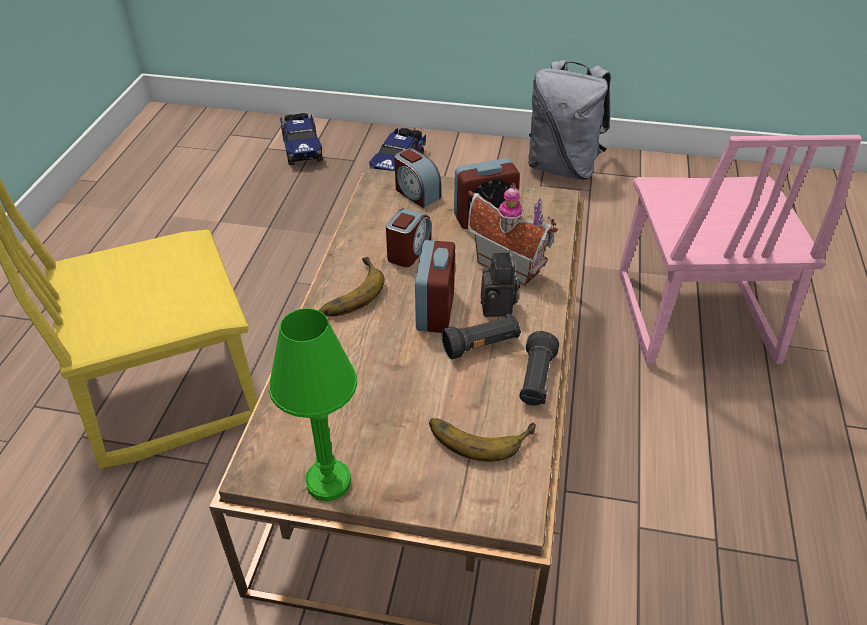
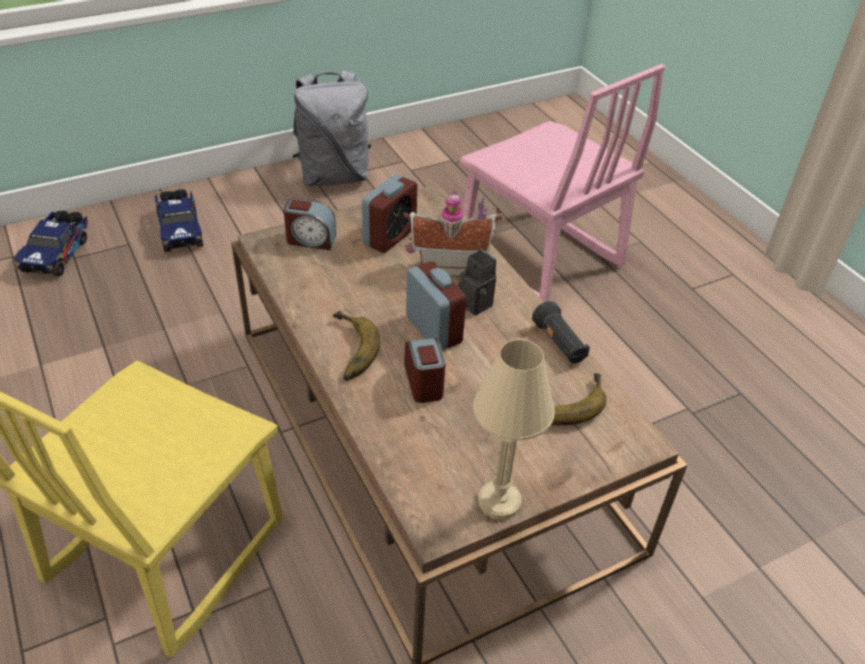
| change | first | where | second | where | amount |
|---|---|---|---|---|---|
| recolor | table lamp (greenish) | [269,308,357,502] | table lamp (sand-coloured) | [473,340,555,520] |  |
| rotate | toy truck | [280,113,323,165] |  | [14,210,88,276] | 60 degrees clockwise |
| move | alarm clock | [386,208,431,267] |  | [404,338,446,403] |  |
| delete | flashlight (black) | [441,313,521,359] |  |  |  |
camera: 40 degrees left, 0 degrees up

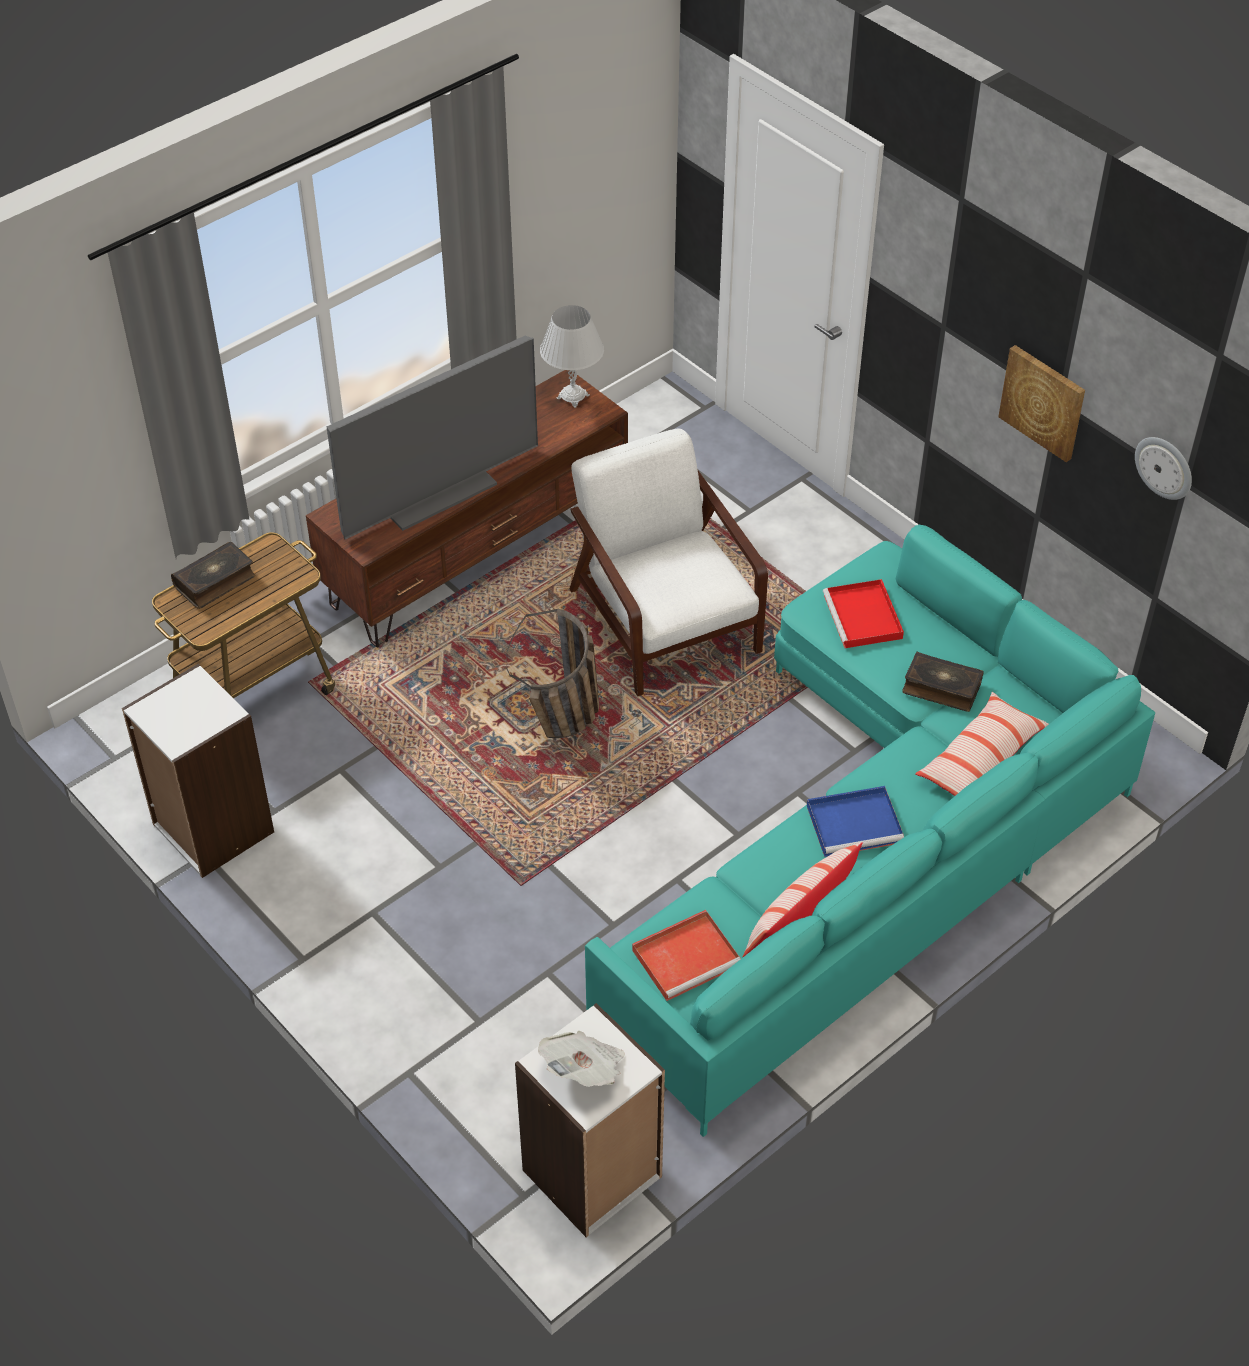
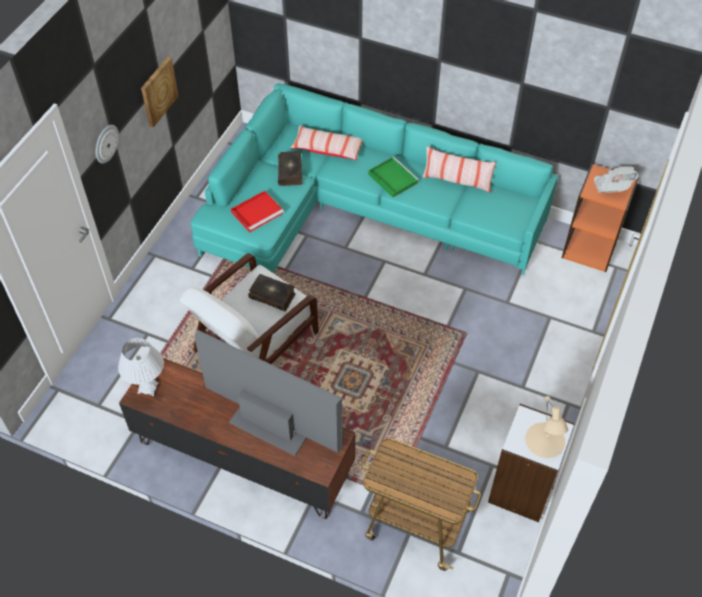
| change | first | where | second | where | amount |
|---|---|---|---|---|---|
| move | volume | [171,542,256,609] |  | [248,274,296,311] |  |
| delete | household basket | [506,608,599,738] |  |  |  |
| recolor | bookcase (white-coloured) | [515,1003,665,1237] | bookcase (orange) | [562,164,639,272] |  |
| delete | serving tray (reddish) | [632,910,740,1001] |  |  |  |
| recolor | serving tray (bluish) | [807,786,904,857] | serving tray (greenish) | [368,157,419,197] |  |
| move | wall clock | [1135,437,1192,500] |  | [96,125,119,164] |  |
| insert |  |  | table lamp (sand-coloured) | [525,396,568,458] |  |
camera: 115 degrees left, 5 degrees up

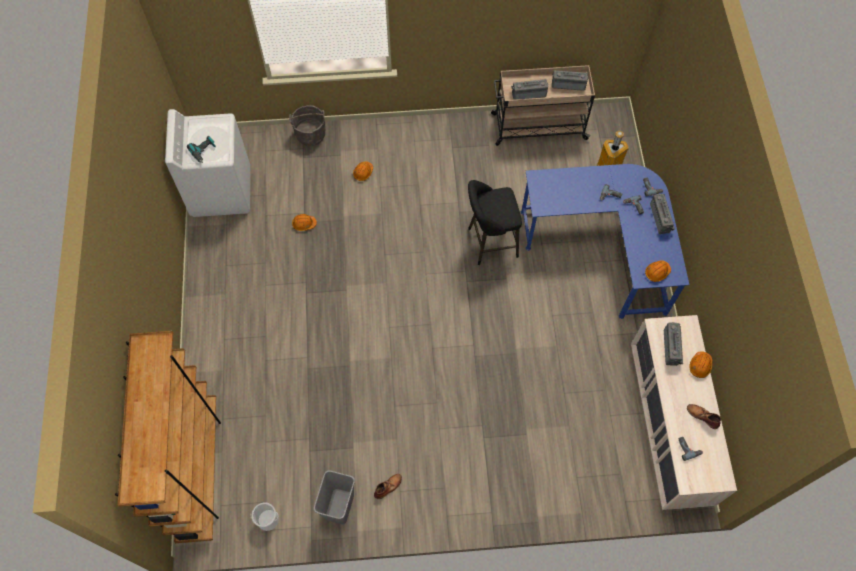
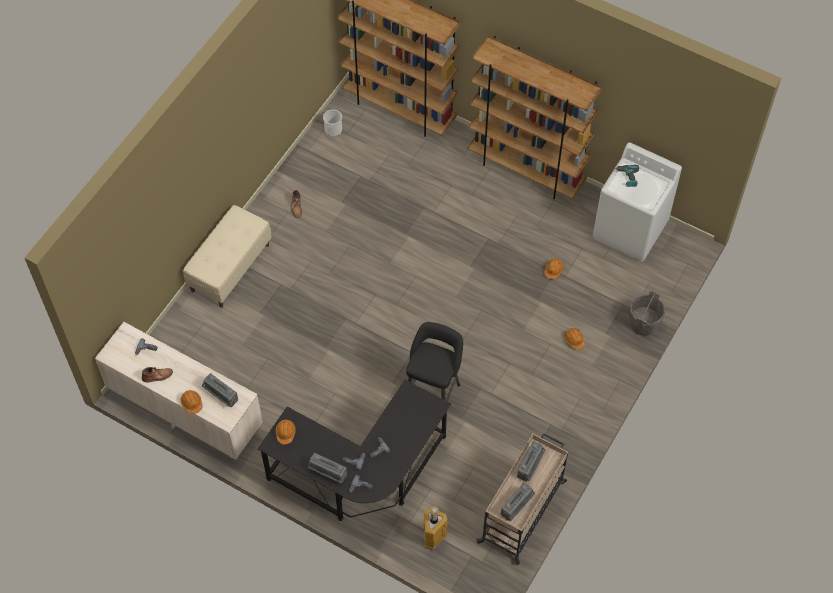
| change | first | where | second | where | amount |
|---|---|---|---|---|---|
| delete | trash can (greyish) | [314,470,355,524] |  |  |  |
| recolor | desk (bluish) | [521,164,690,319] | desk (black) | [257,380,451,521] |  |
| insert |  |  | long seat (sand-coloured) | [183,205,272,307] |  |
| insert |  |  | bookcase (brown) | [468,35,602,199] |  |
camera: 125 degrees right, 5 degrees down

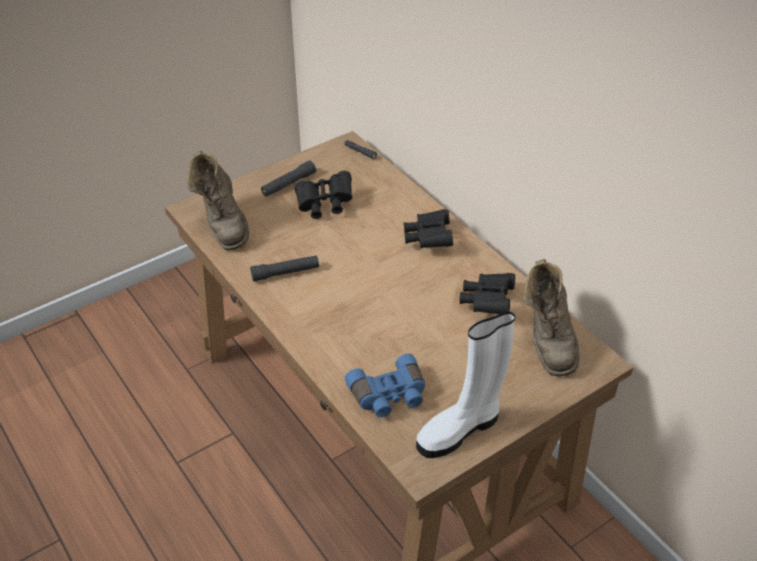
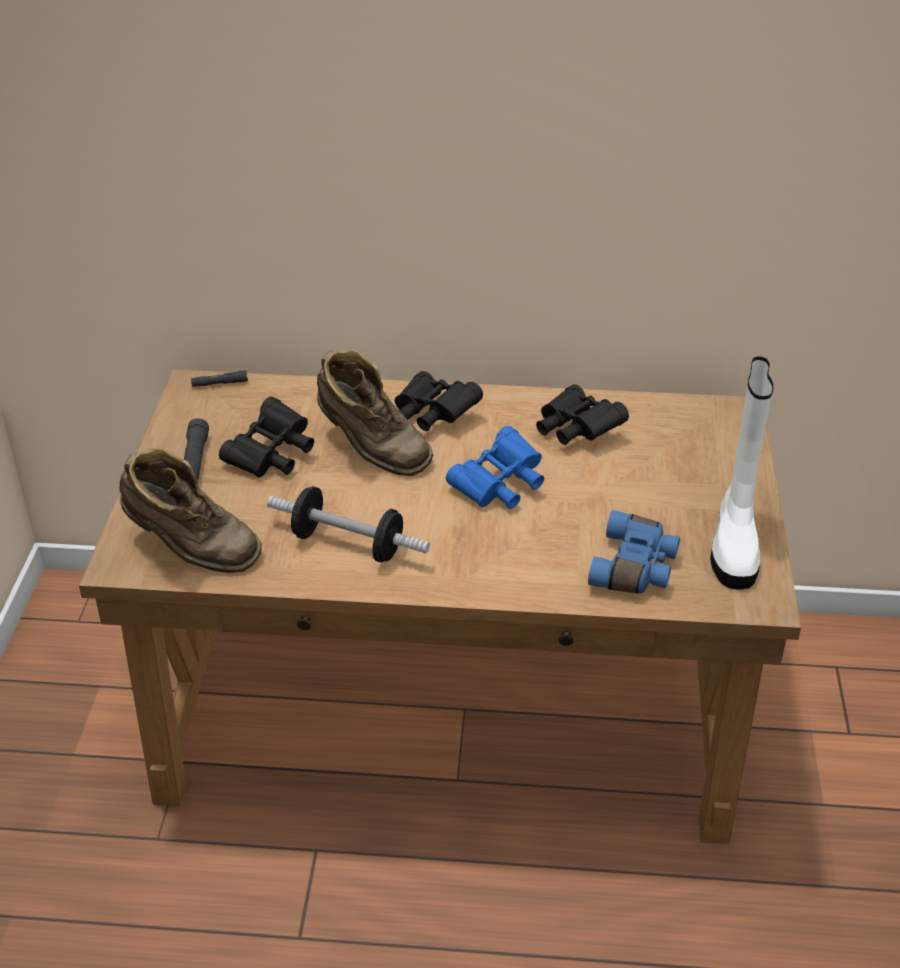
| change | first | where | second | where | amount |
|---|---|---|---|---|---|
| replace | flashlight (black) | [250,255,319,281] | hand weight | [267,486,430,563] |  |
| move | high-top boot (brown) | [524,259,579,377] |  | [317,350,433,476] |  |
| insert |  |  | pair of binoculars (bluish) | [446,426,544,509] |  |
camera: 50 degrees left, 5 degrees down

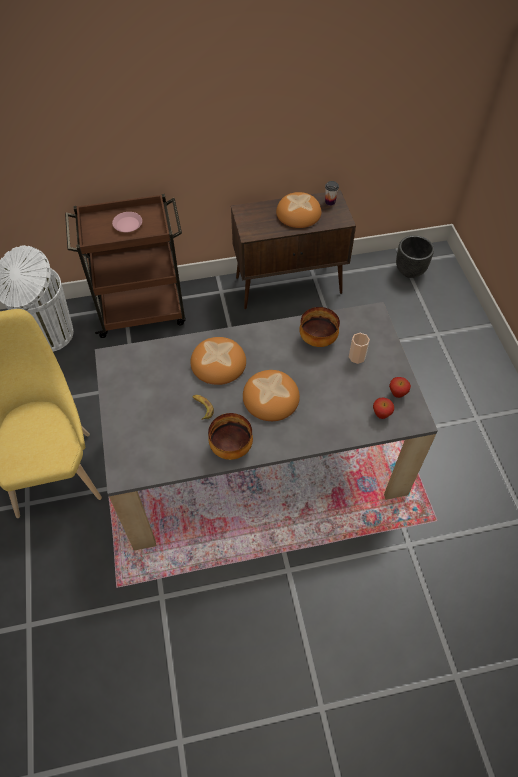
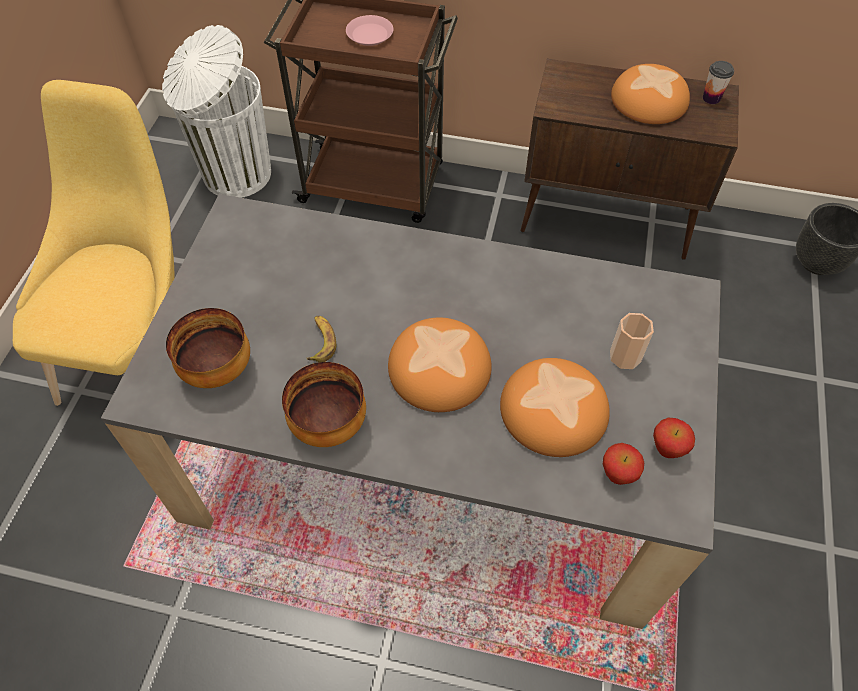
| change | first | where | second | where | amount |
|---|---|---|---|---|---|
| move | bakery bread | [190,337,246,385] |  | [500,358,610,457] |  |
| move | serving bowl | [299,307,340,347] |  | [166,308,250,388] |  |
camera: 25 degrees right, 0 degrees up

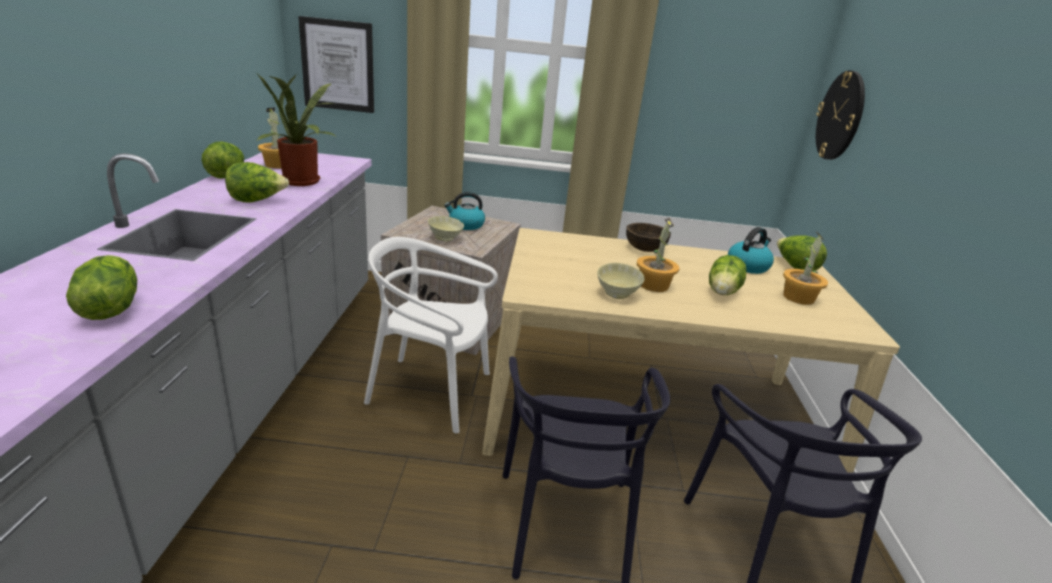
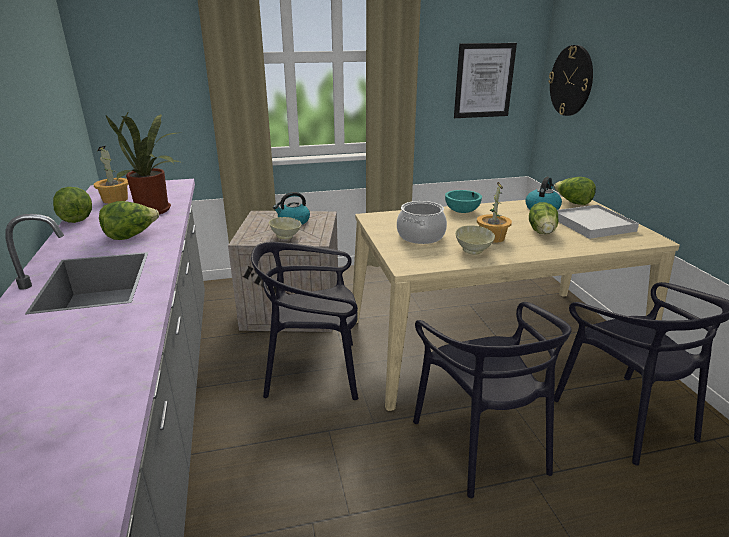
| change | first | where | second | where | amount |
|---|---|---|---|---|---|
| delete | lettuce | [66,255,137,320] |  |  |  |
| move | picture | [298,16,374,113] |  | [454,43,517,118] |  |
| recolor | chair (white-coloured) | [364,237,498,433] | chair (black) | [251,242,358,400] |  |
| recolor | serving bowl (brown) | [626,223,671,252] | serving bowl (turquoise-coloured) | [445,190,482,213] |  |
| replace | houseplant | [783,233,828,305] | serving tray (white-coloured) | [557,205,639,239] |  |
| insert |  |  | stockpot | [397,201,447,244] |  |
camera: 15 degrees left, 0 degrees up

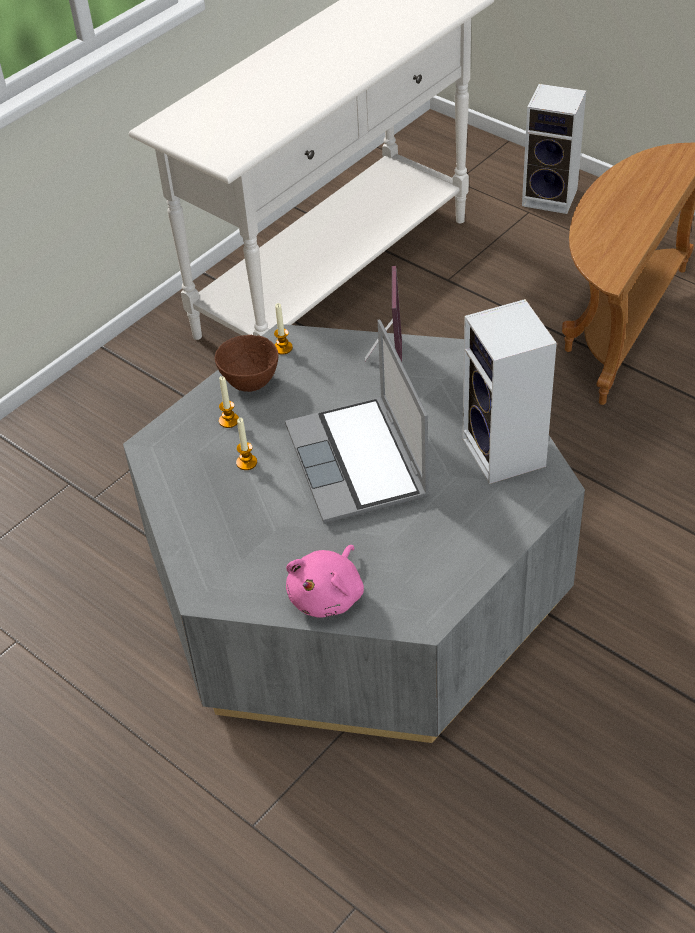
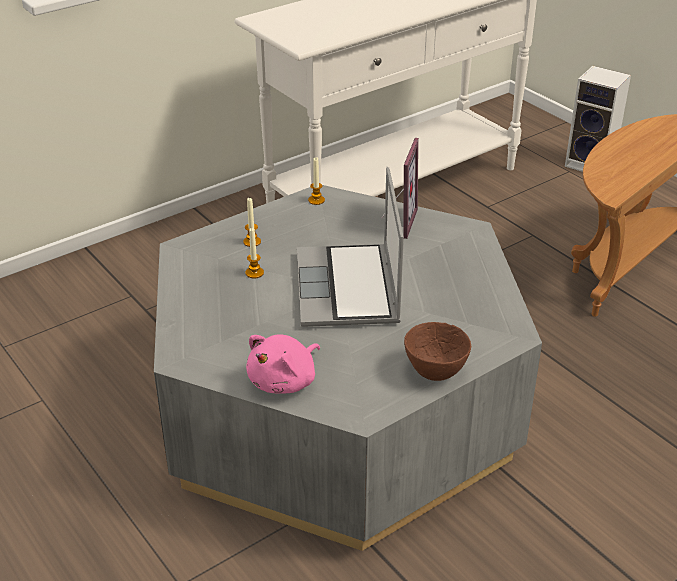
| change | first | where | second | where | amount |
|---|---|---|---|---|---|
| move | serving bowl (brown) | [215,335,278,392] |  | [404,322,471,381] |  |
| delete | audio speaker | [462,299,557,484] |  |  |  |
camera: 10 degrees right, 10 degrees down

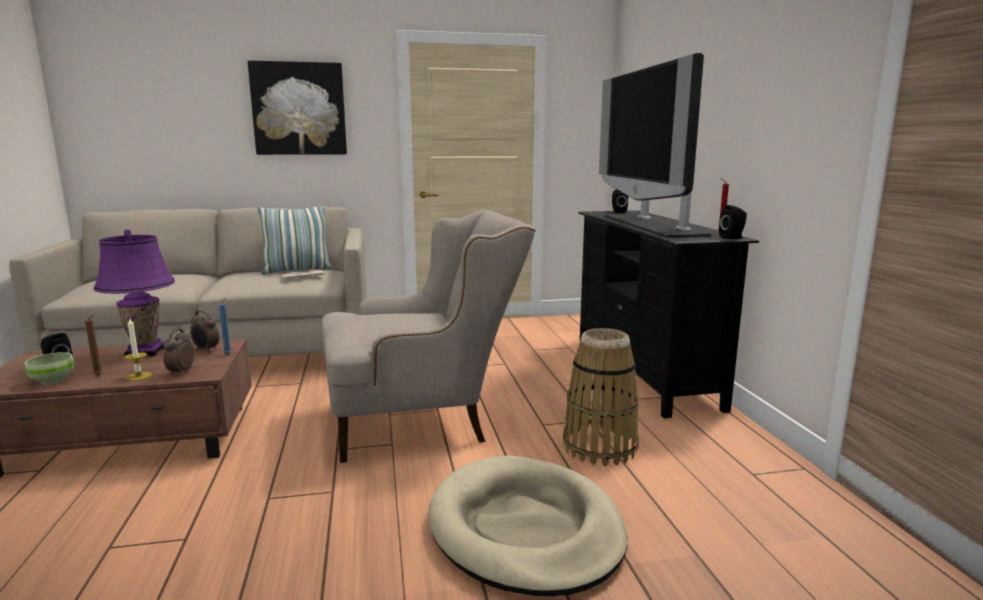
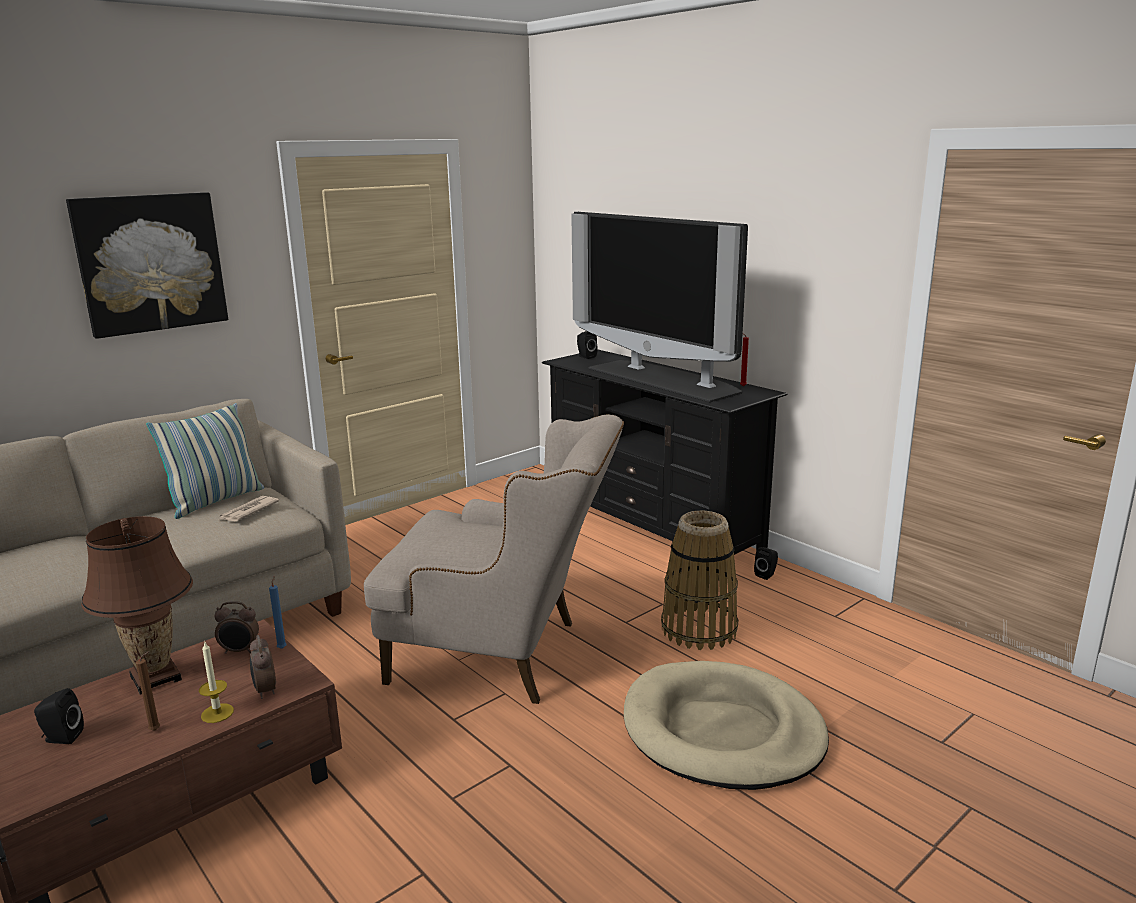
| change | first | where | second | where | amount |
|---|---|---|---|---|---|
| delete | serving bowl (greenish) | [25,352,75,385] |  |  |  |
| recolor | table lamp (purple-coloured) | [93,229,175,356] | table lamp (brown) | [81,516,193,695] |  |
| rotate | easy chair (sand-coloured) | [322,210,536,463] |  | [364,414,624,704] | 60 degrees clockwise |
| move | audio speaker (black) | [719,205,747,239] |  | [754,547,778,580] |  |
camera: 30 degrees left, 5 degrees up

